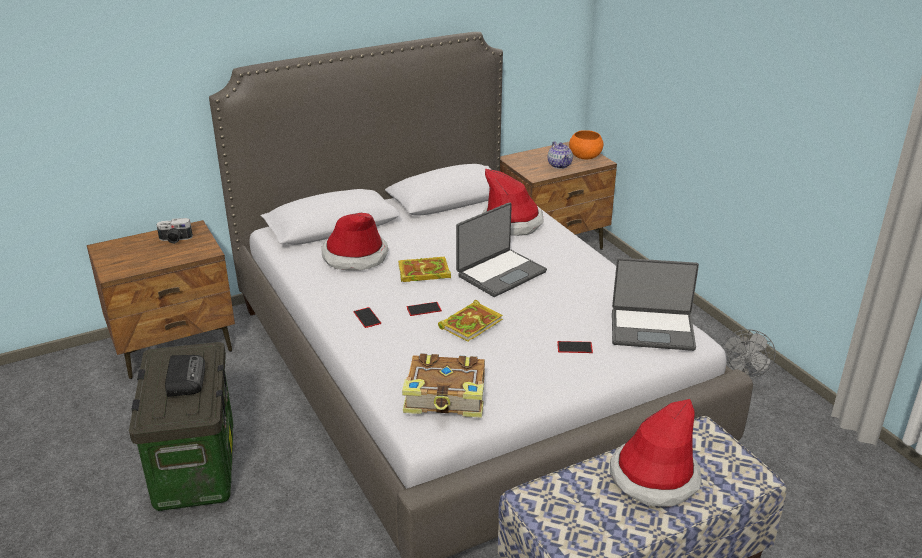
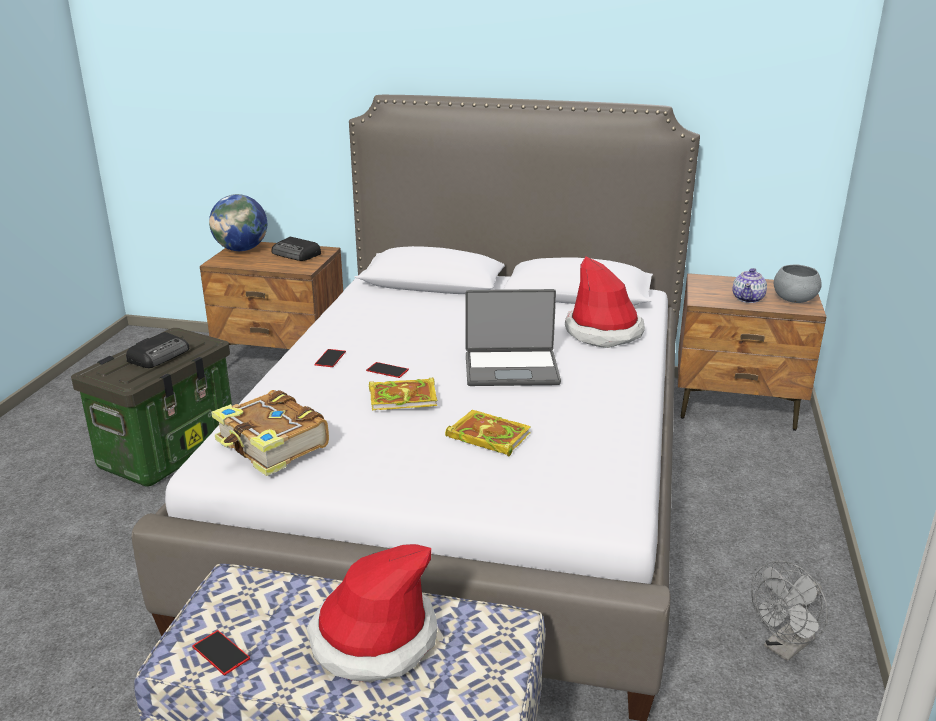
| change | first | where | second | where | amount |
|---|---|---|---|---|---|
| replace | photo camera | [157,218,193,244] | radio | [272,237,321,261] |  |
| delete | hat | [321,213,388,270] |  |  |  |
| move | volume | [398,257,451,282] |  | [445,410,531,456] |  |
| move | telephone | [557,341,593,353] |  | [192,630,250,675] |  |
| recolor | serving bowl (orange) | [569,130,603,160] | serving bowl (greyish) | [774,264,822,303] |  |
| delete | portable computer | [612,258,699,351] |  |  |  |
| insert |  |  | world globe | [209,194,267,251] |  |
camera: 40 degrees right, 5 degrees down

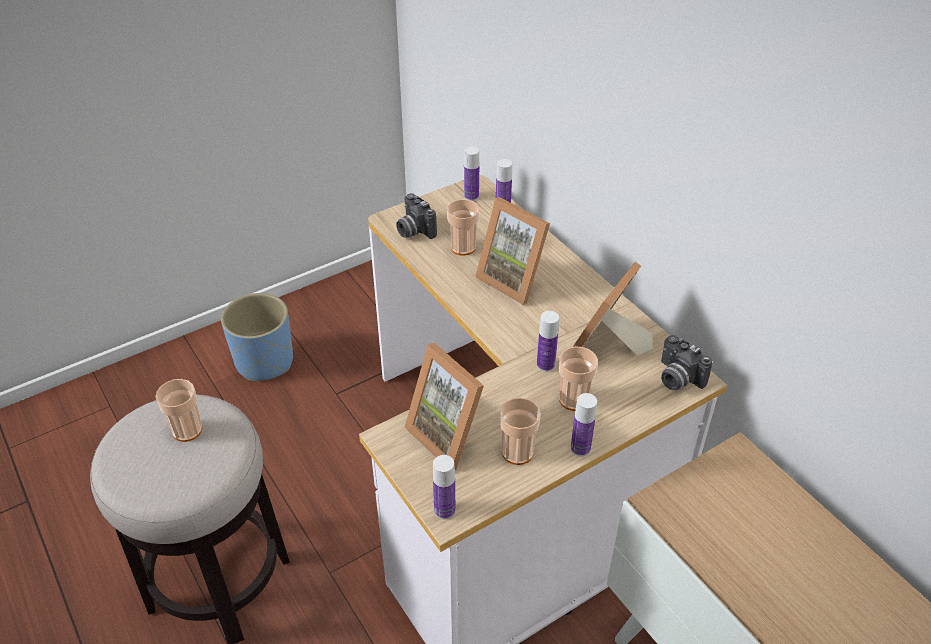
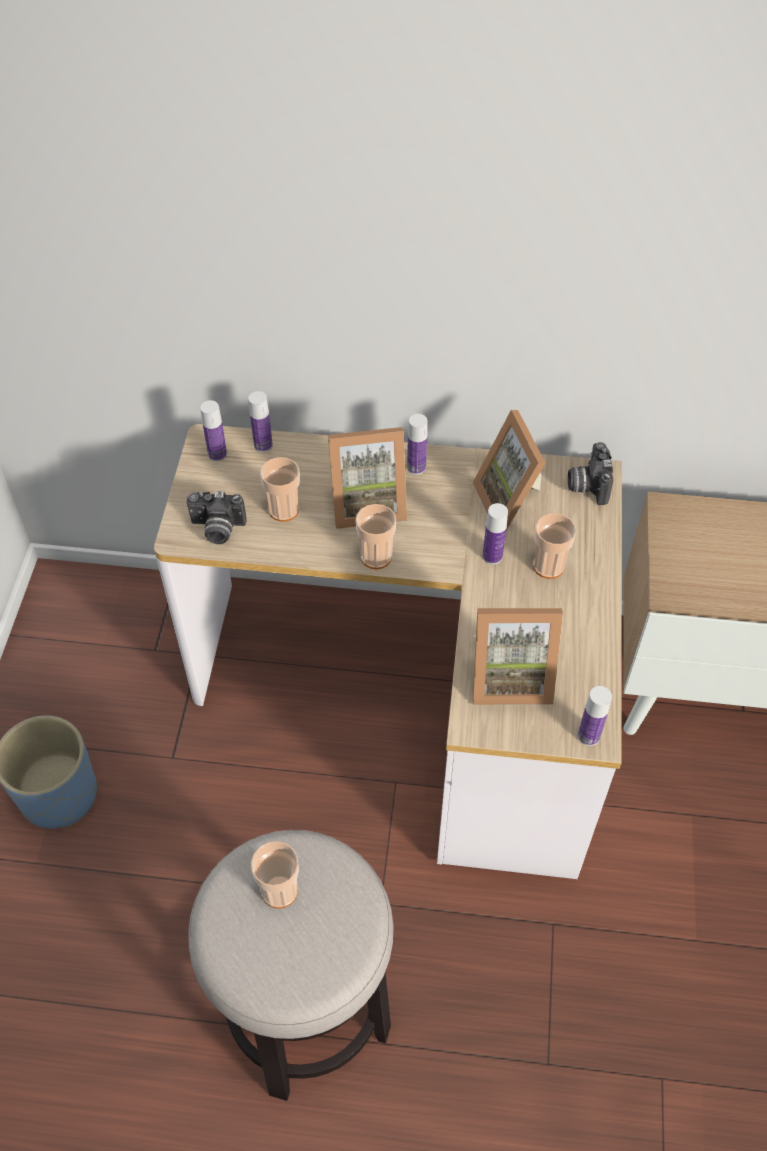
| change | first | where | second | where | amount |
|---|---|---|---|---|---|
| move | small cup | [499,398,541,465] |  | [356,504,396,569] |  |
| move | drink bottle | [571,393,597,456] |  | [407,414,427,475] |  |
| rotate | photo camera | [661,335,712,390] |  | [568,442,613,505] | 90 degrees clockwise |
camera: 50 degrees left, 10 degrees up

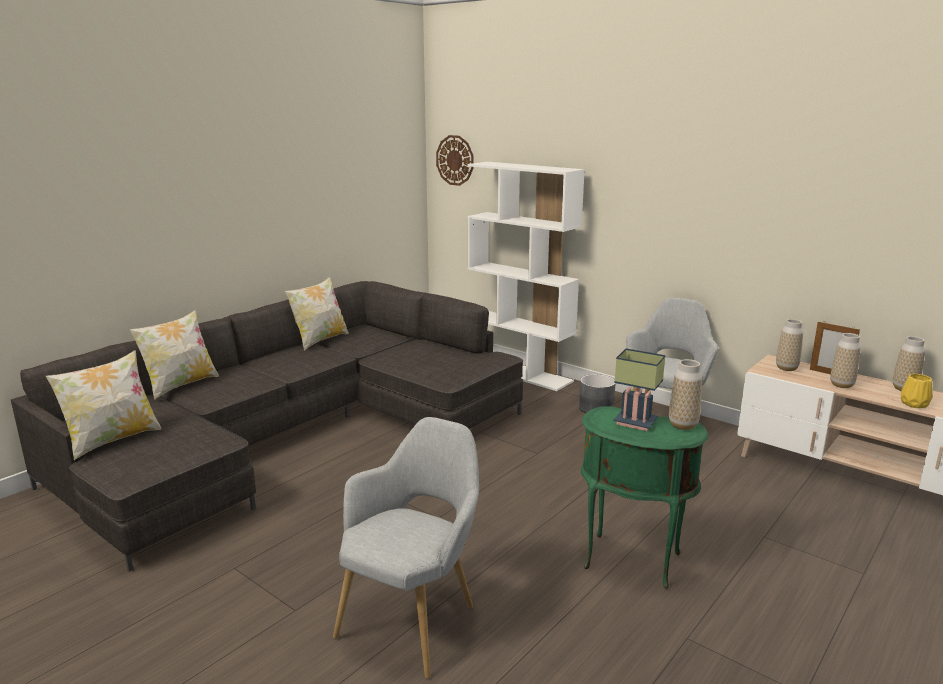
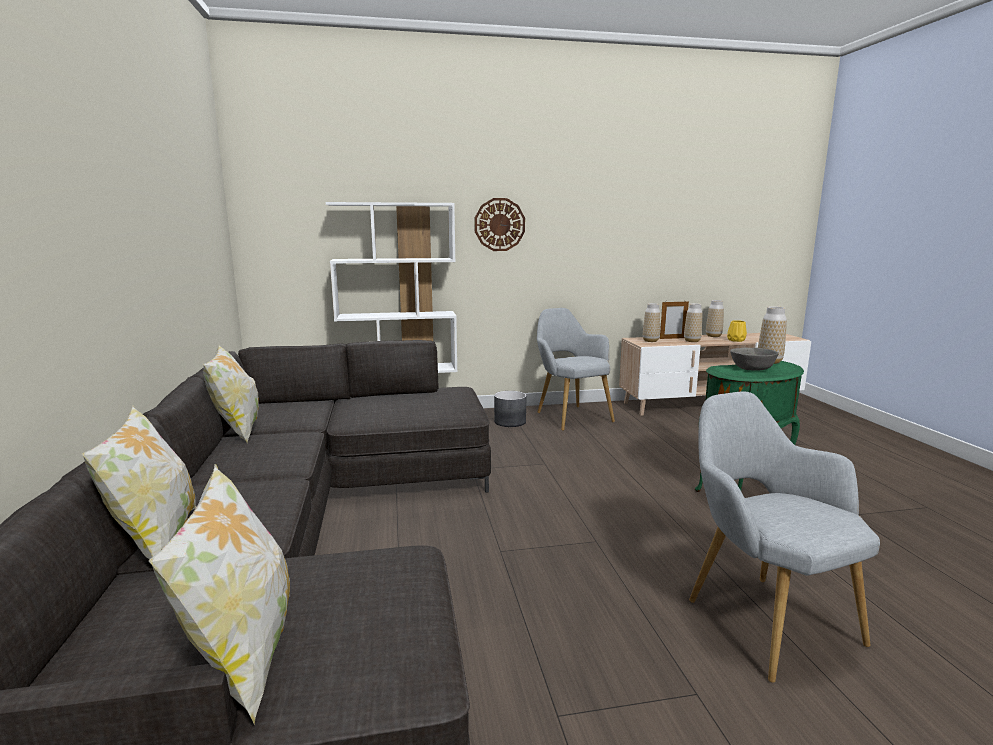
| change | first | where | second | where | amount |
|---|---|---|---|---|---|
| move | wall clock | [436,135,473,186] |  | [475,198,525,251] |  |
| replace | table lamp | [613,348,666,431] | serving bowl (greyish) | [730,347,779,371] |  |
camera: 50 degrees left, 5 degrees down

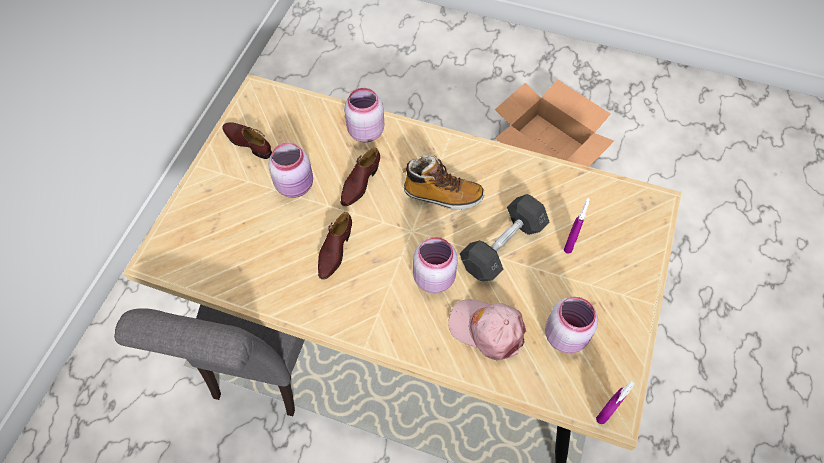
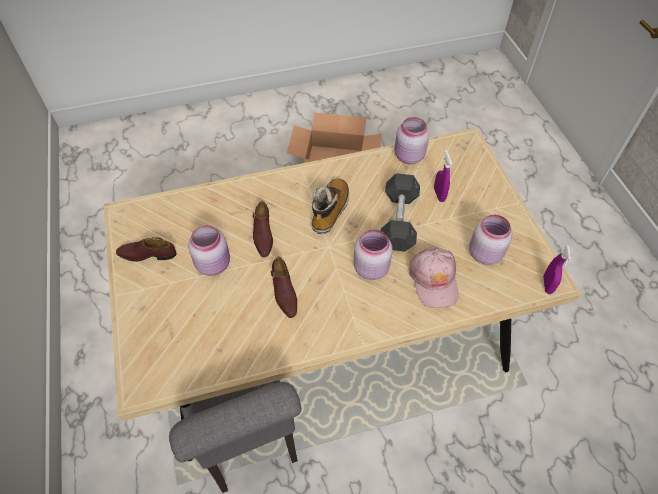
| change | first | where | second | where | amount |
|---|---|---|---|---|---|
| move | jar (pinkish) | [344,88,384,142] |  | [395,117,429,164] |  |
| rotate | high-top boot | [402,155,484,210] |  | [312,178,349,234] | 45 degrees counterclockwise |
| rotate | cap (pinkish) | [448,299,527,361] |  | [409,247,459,308] | 90 degrees counterclockwise |
camera: 35 degrees left, 5 degrees down

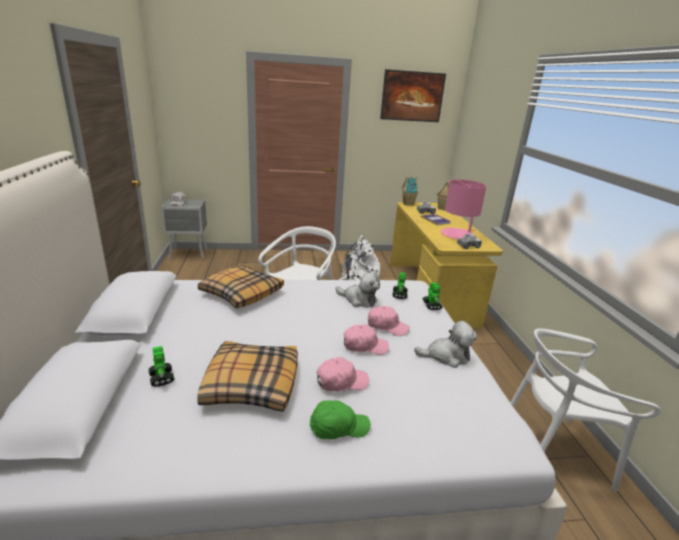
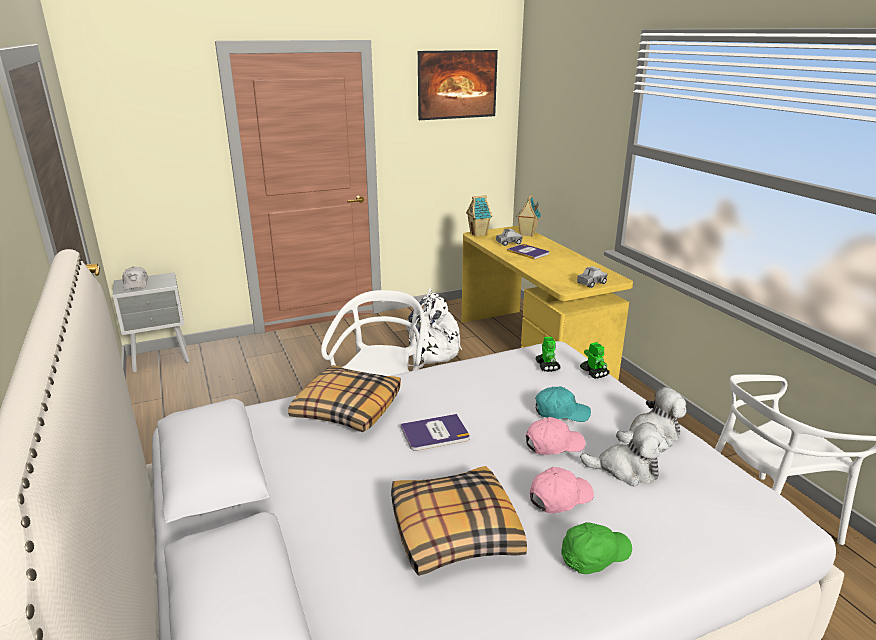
| change | first | where | second | where | amount |
|---|---|---|---|---|---|
| delete | toy robot | [149,346,174,387] |  |  |  |
| move | plush toy | [335,272,380,308] |  | [580,422,668,486] |  |
| recolor | cap (pinkish) | [368,306,409,336] | cap (turquoise-coloured) | [535,386,591,422] |  |
| delete | table lamp (pinkish) | [441,179,486,239] |  |  |  |
| insert |  |  | volume | [400,414,470,451] |  |
camera: 15 degrees left, 0 degrees up

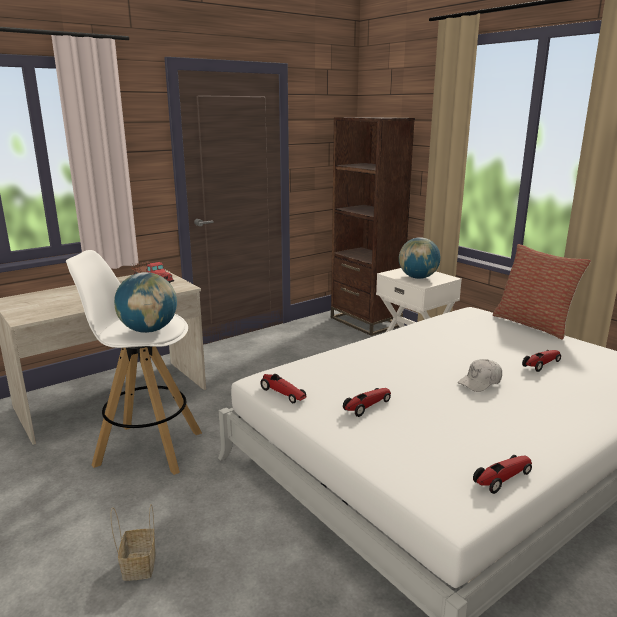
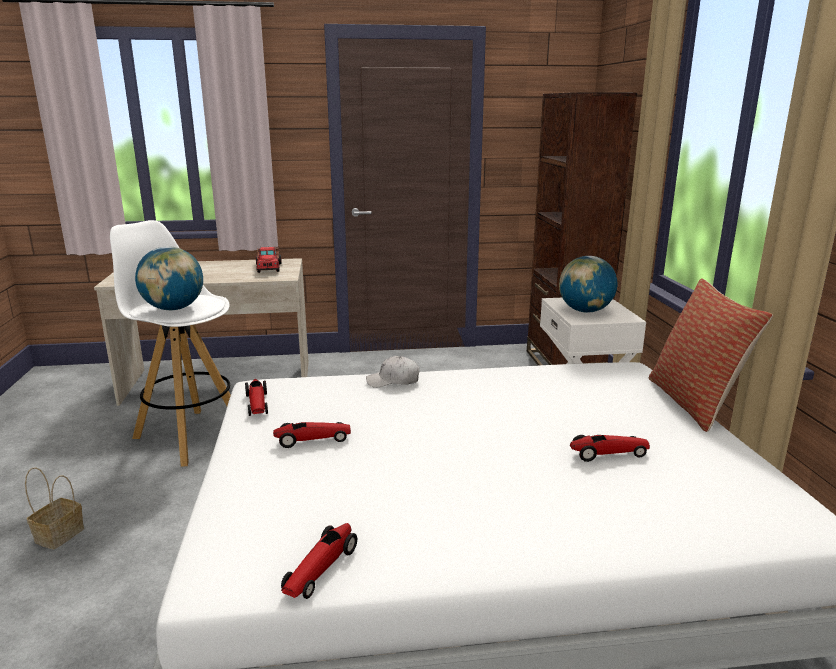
| change | first | where | second | where | amount |
|---|---|---|---|---|---|
| move | cap (white-coloured) | [458,359,502,392] |  | [366,356,419,388] |  |
| rotate | model car | [473,455,532,494] |  | [281,523,357,599] | 120 degrees clockwise |
camera: 30 degrees right, 0 degrees up

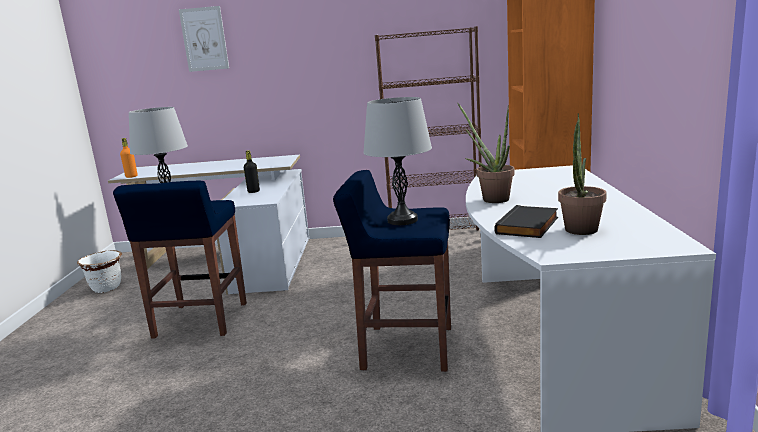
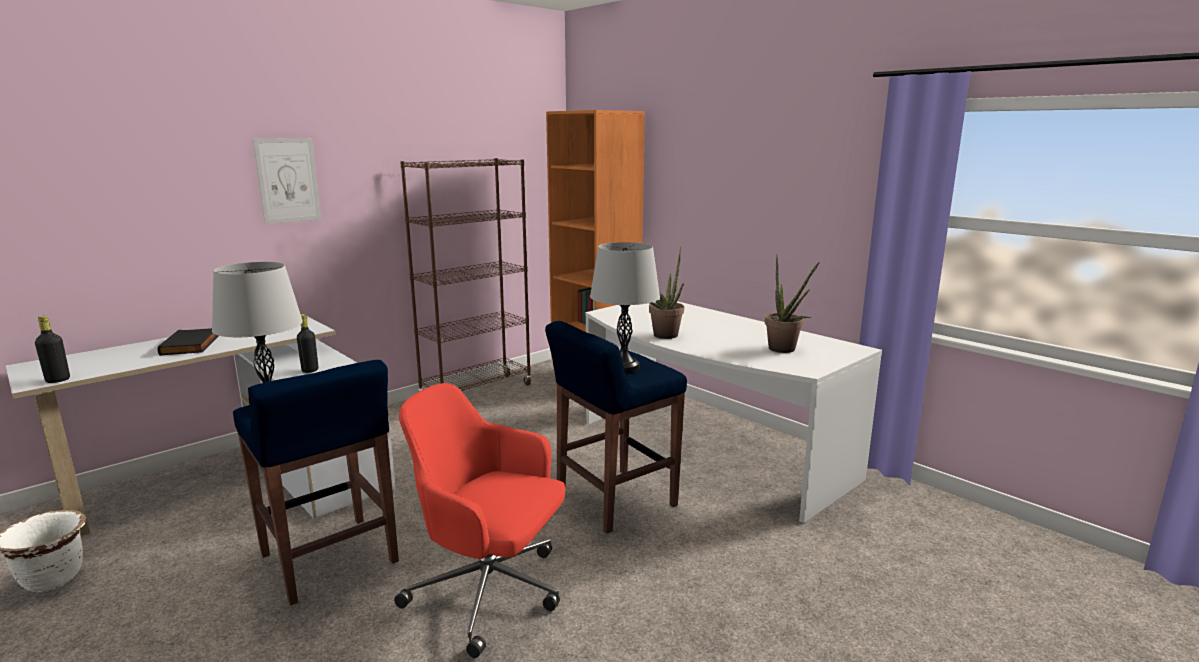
| change | first | where | second | where | amount |
|---|---|---|---|---|---|
| recolor | drink bottle (orange) | [120,138,138,178] | drink bottle (black) | [35,316,70,383] |  |
| move | picture | [179,6,229,72] |  | [253,138,321,224] |  |
| move | volume (black) | [494,205,558,238] |  | [158,328,219,356] |  |
| insert |  |  | office chair (reddish) | [394,383,565,658] |  |
camera: 45 degrees left, 0 degrees up

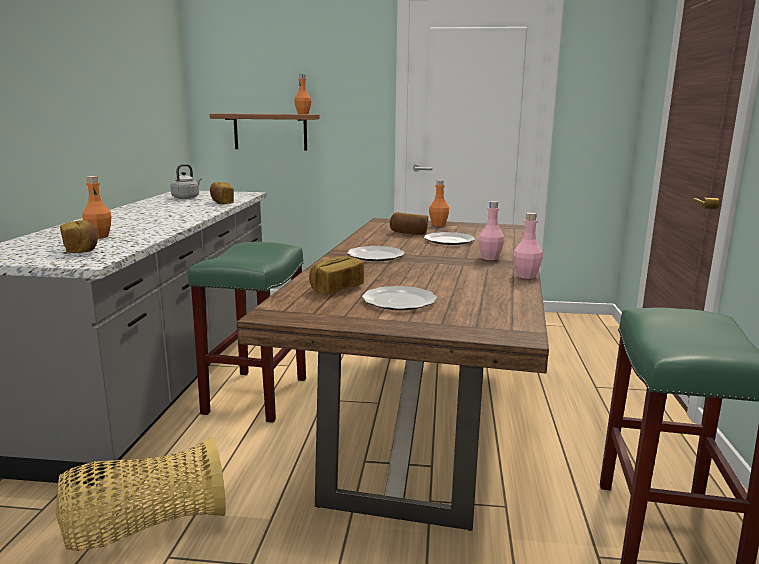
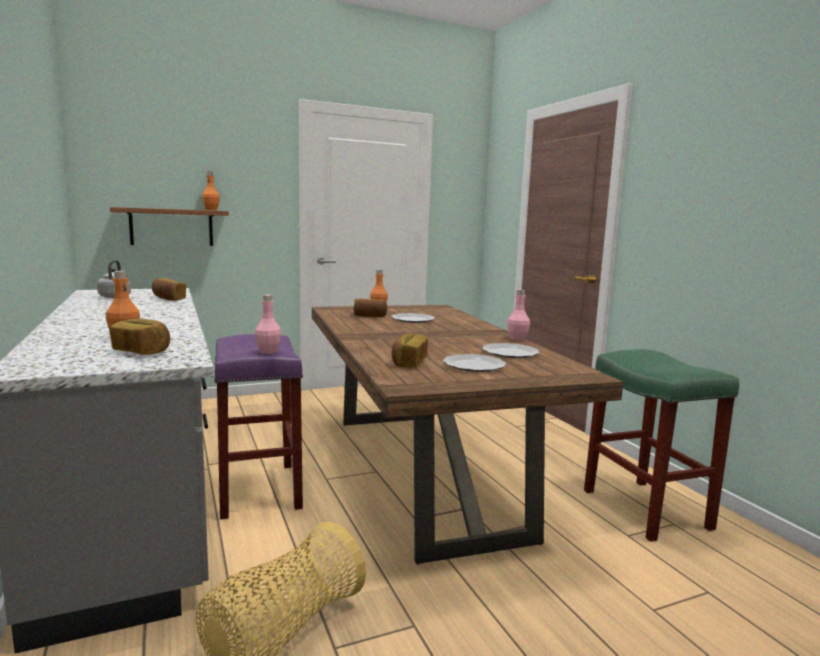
| change | first | where | second | where | amount |
|---|---|---|---|---|---|
| recolor | stool seat (greenish) | [188,242,306,423] | stool seat (purple-coloured) | [214,334,303,519] |  |
| move | dinner plate | [347,246,405,261] |  | [483,343,539,358] |  |
| move | drink bottle (pinkish) | [478,201,504,260] |  | [255,295,281,354] |  |
camera: 30 degrees left, 5 degrees down

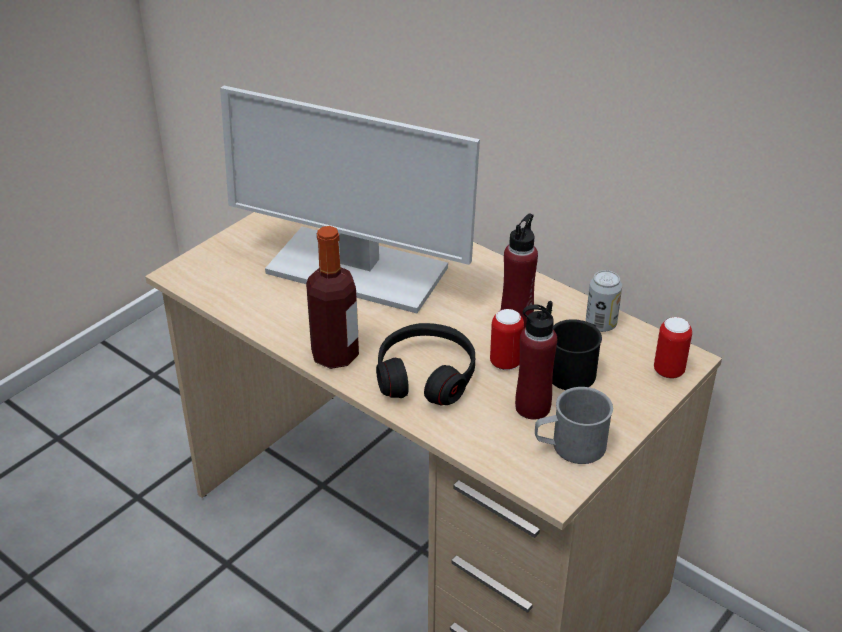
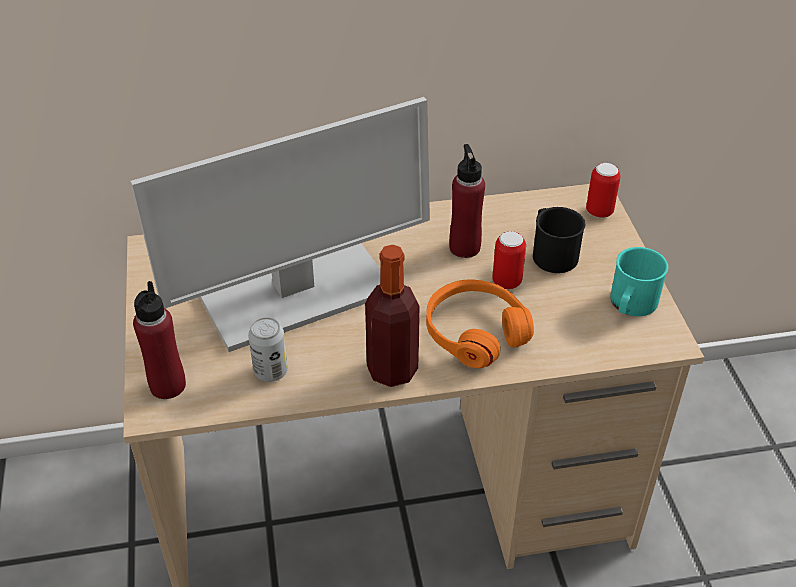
| change | first | where | second | where | amount |
|---|---|---|---|---|---|
| recolor | headphones (black) | [376,323,475,405] | headphones (orange) | [426,280,534,368] |  |
| move | drink bottle (reddish) | [515,301,557,420] |  | [133,281,186,399] |  |
| recolor | mug (greyish) | [535,387,613,464] | mug (turquoise-coloured) | [610,247,668,316] |  |
| move | sealed can | [586,270,622,332] |  | [248,317,288,382] |  |
camera: 50 degrees left, 5 degrees up

